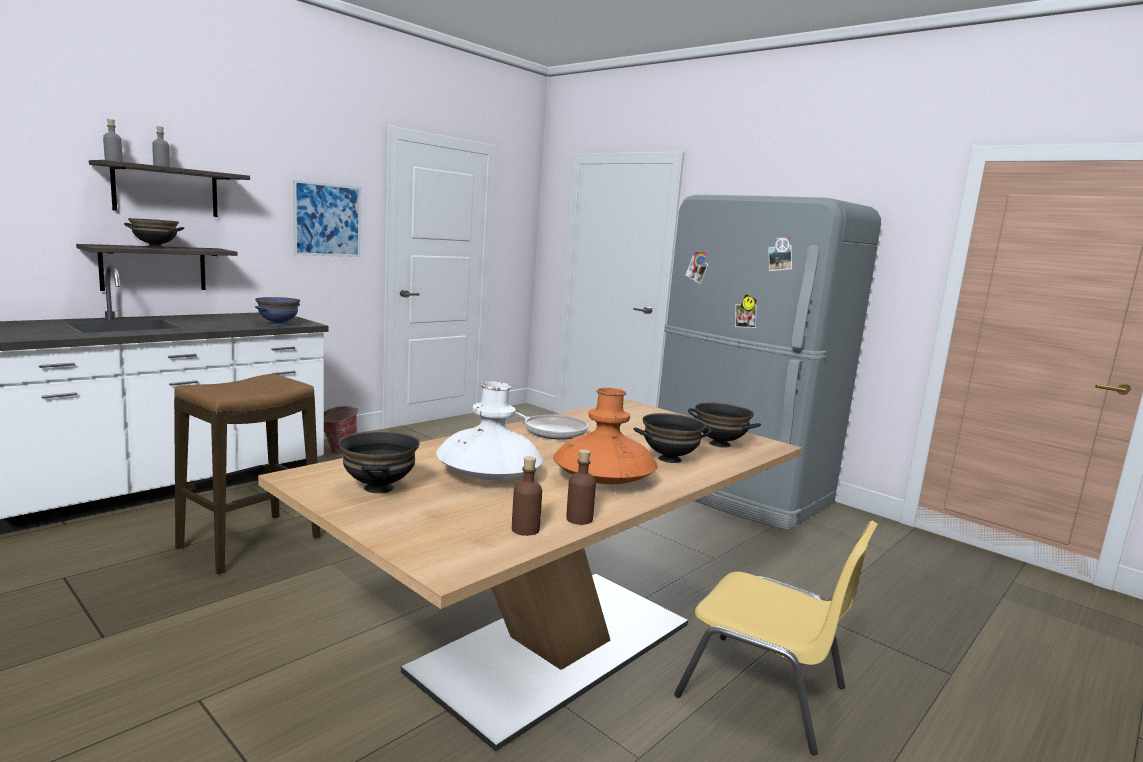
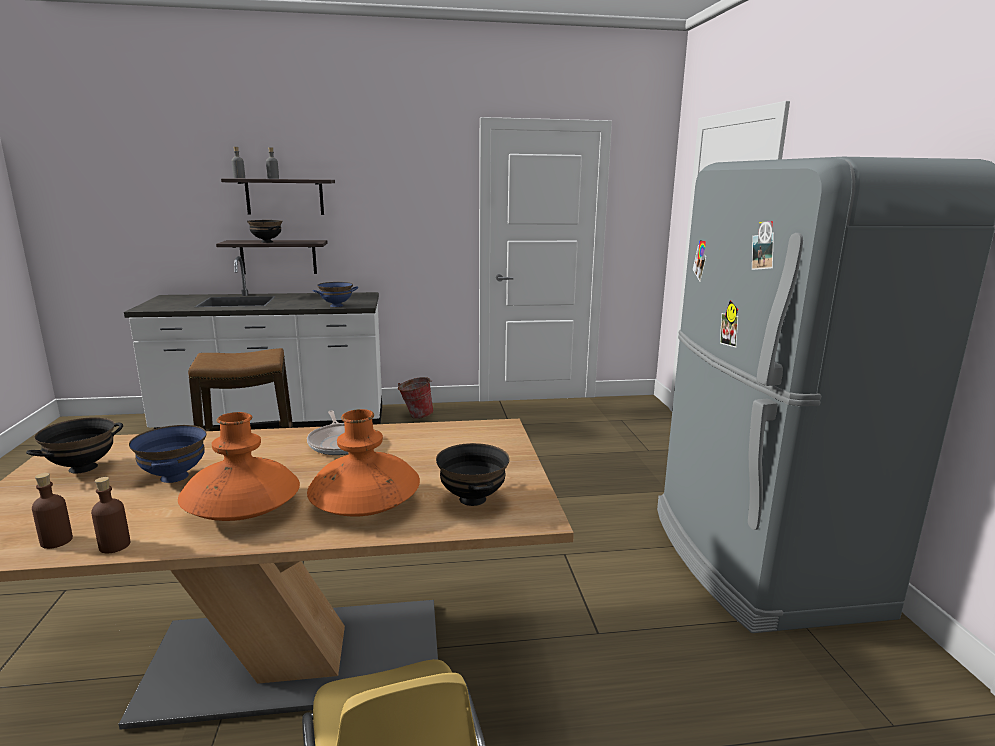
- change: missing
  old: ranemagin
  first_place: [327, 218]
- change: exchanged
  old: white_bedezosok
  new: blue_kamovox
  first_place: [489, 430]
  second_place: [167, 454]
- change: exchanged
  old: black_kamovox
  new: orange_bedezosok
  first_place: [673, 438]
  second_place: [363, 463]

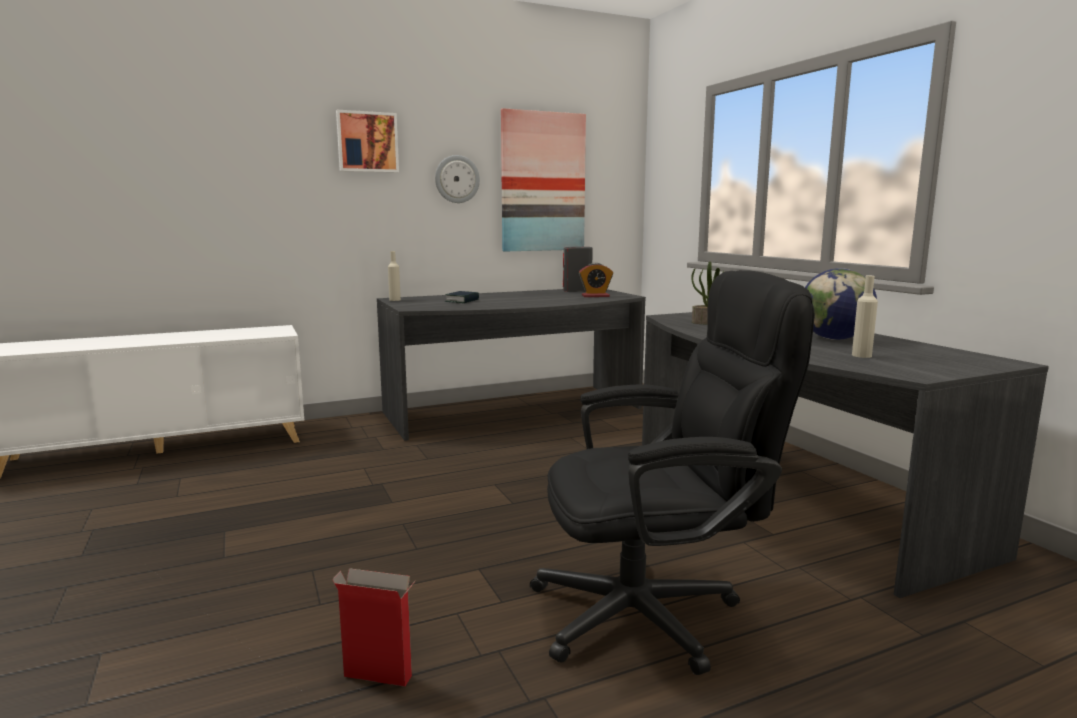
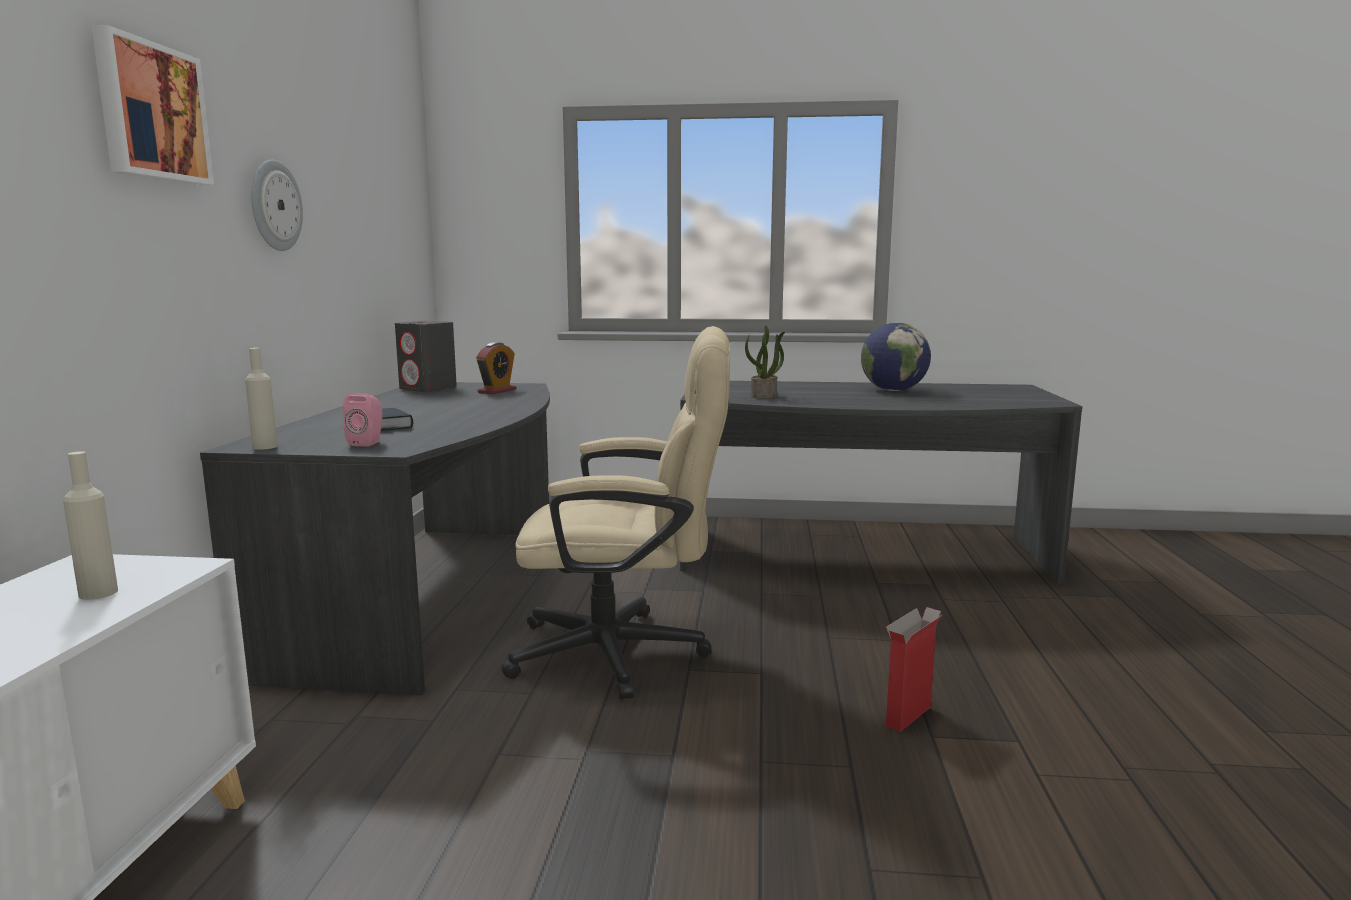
- change: relocated
  old: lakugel
  first_place: [373, 627]
  second_place: [914, 669]
- change: missing
  old: ranemagin
  first_place: [543, 180]
- change: missing
  old: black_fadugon
  first_place: [672, 472]
- change: relocated
  old: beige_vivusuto
  first_place: [865, 317]
  second_place: [90, 525]
- change: appeared
  new: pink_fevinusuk
  second_place: [362, 420]
- change: appeared
  new: beige_fadugon
  second_place: [615, 512]

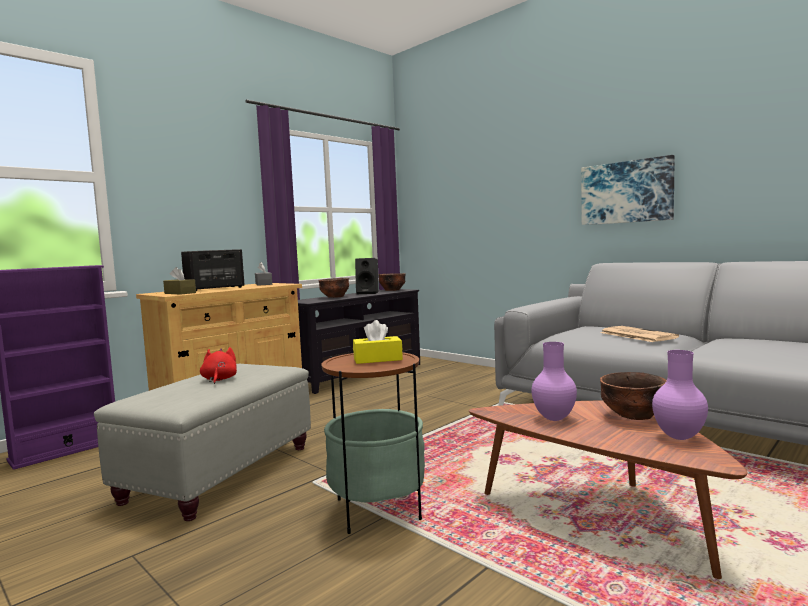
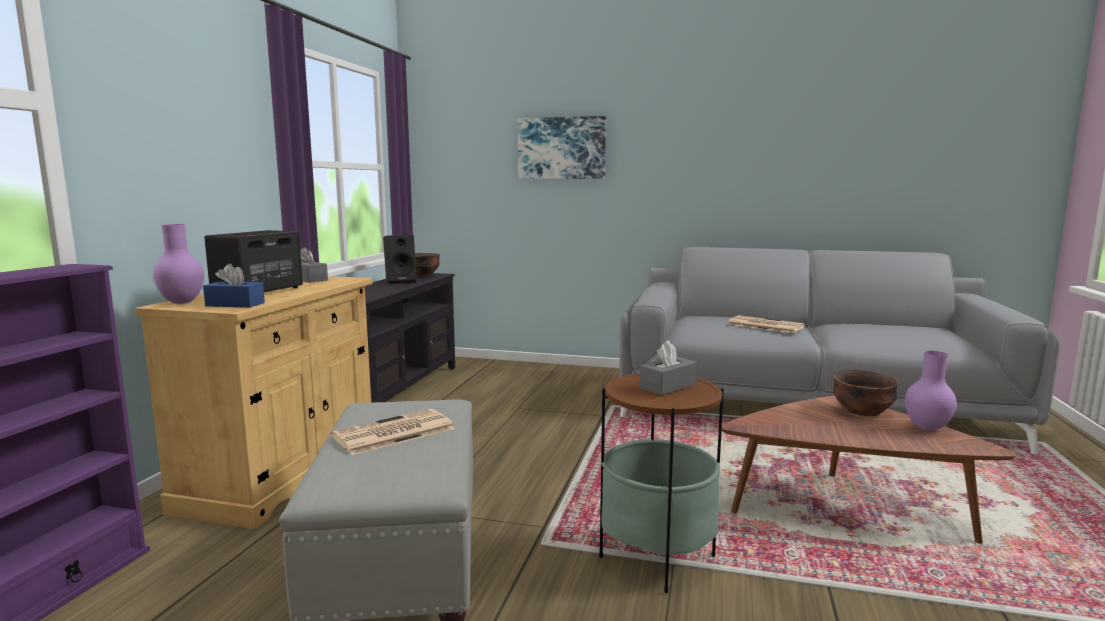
- change: colour
  old: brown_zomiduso
  new: blue_zomiduso
  first_place: [179, 280]
  second_place: [234, 285]
- change: exchanged
  old: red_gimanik
  new: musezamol
  first_place: [218, 365]
  second_place: [393, 432]
- change: missing
  old: brown_kamovox
  first_place: [334, 288]
- change: colour
  old: yellow_zomiduso
  new: grey_zomiduso
  first_place: [378, 342]
  second_place: [668, 368]
- change: relocated
  old: purple_bedezosok
  first_place: [554, 381]
  second_place: [178, 264]
- change: relocated
  old: ranemagin
  first_place: [628, 190]
  second_place: [562, 147]

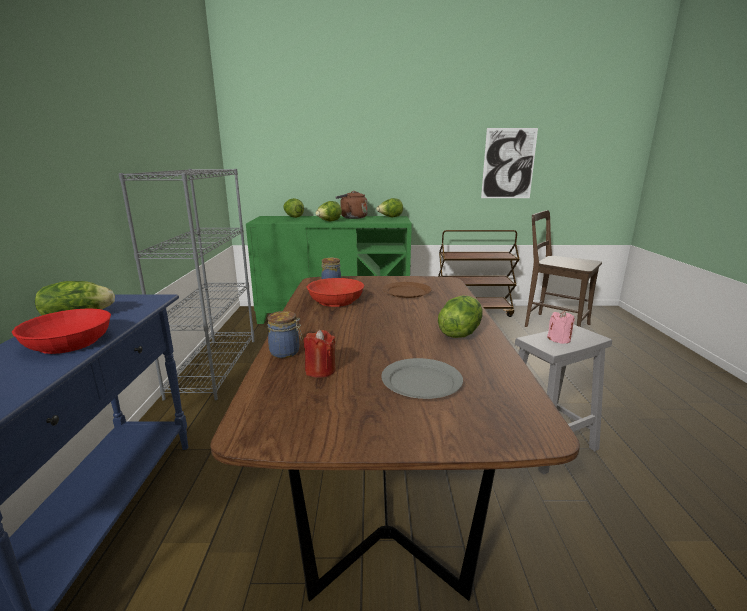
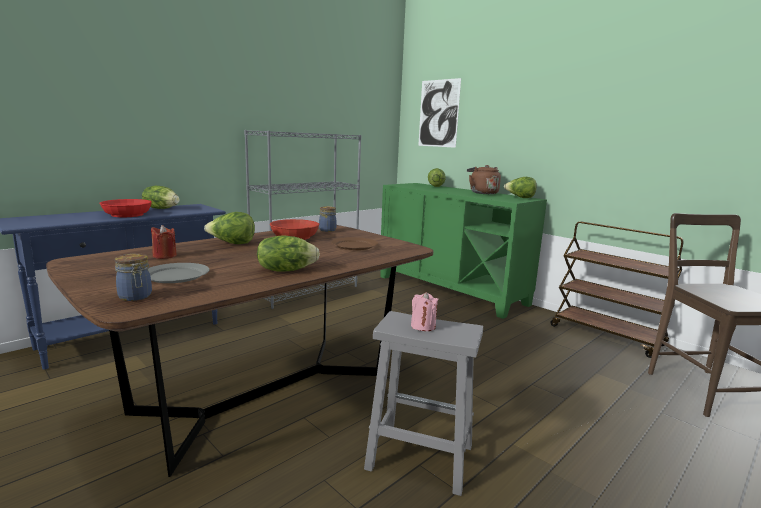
- change: relocated
  old: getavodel
  first_place: [285, 334]
  second_place: [133, 277]
- change: relocated
  old: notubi
  first_place: [329, 211]
  second_place: [229, 228]
- change: relocated
  old: ranemagin
  first_place: [509, 163]
  second_place: [439, 113]

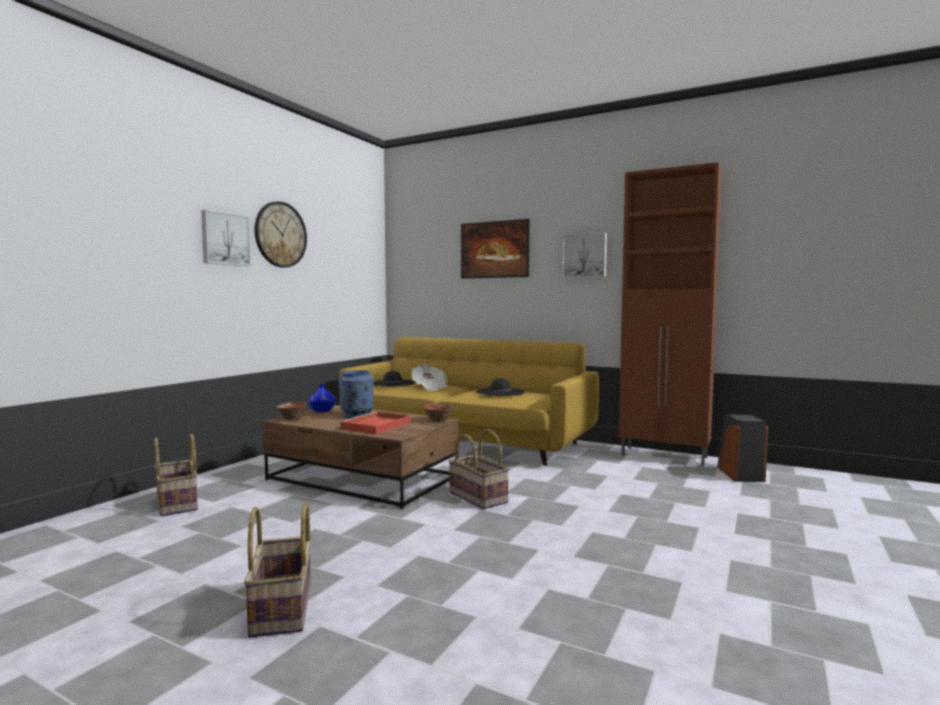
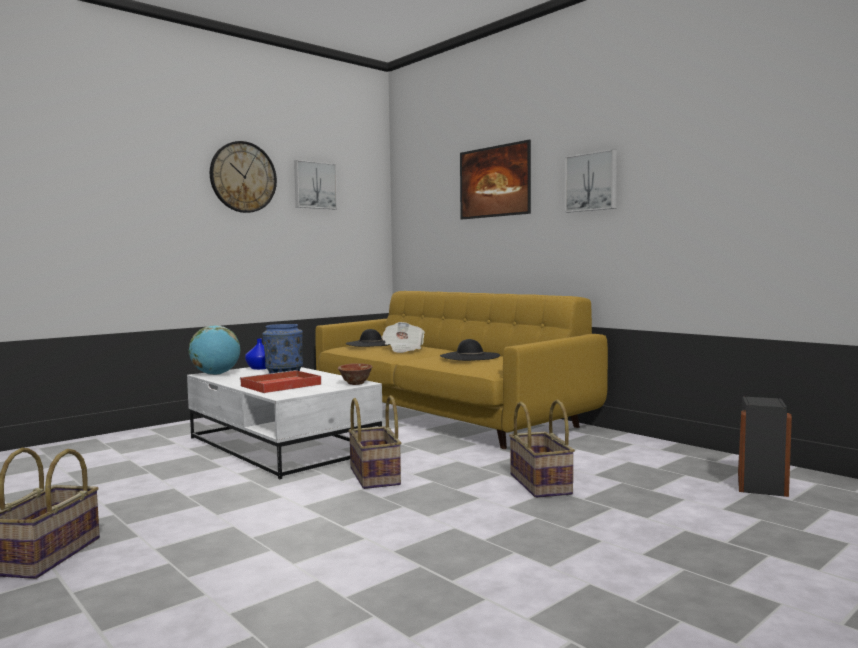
- change: relocated
  old: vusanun
  first_place: [176, 475]
  second_place: [542, 448]
- change: relocated
  old: ranemagin
  first_place: [226, 238]
  second_place: [315, 184]
- change: colour
  old: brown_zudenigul
  new: white_zudenigul
  first_place: [360, 457]
  second_place: [285, 423]
- change: exchanged
  old: kamovox
  new: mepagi
  first_place: [291, 411]
  second_place: [215, 350]
- change: missing
  old: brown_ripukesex
  first_place: [670, 314]

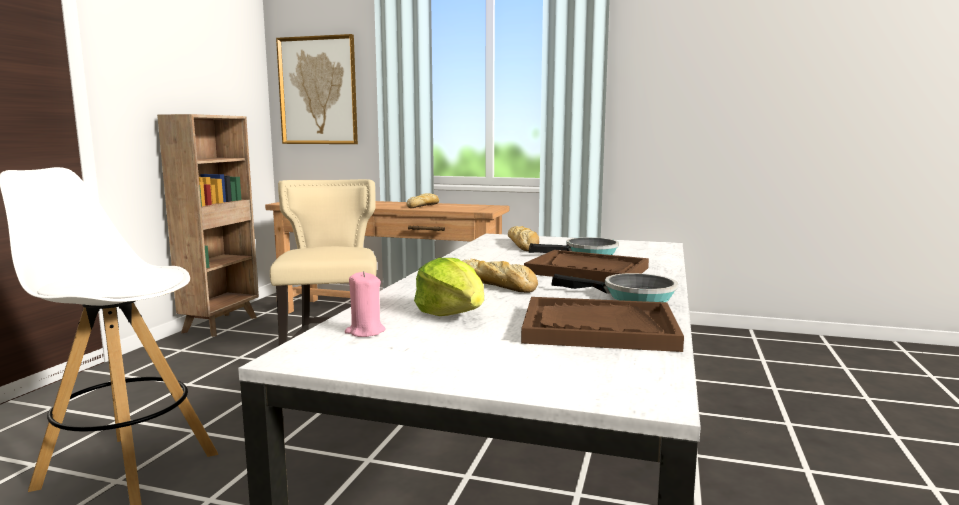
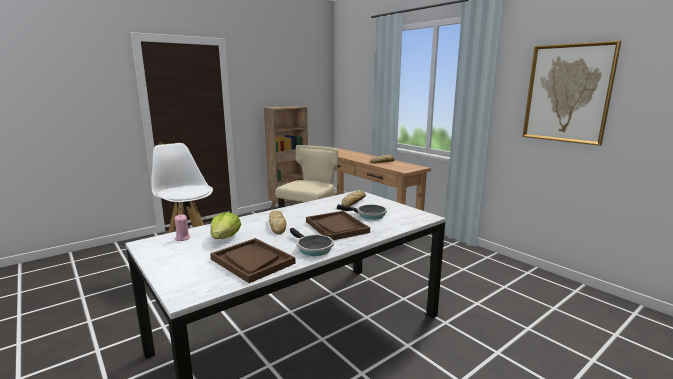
- change: relocated
  old: ranemagin
  first_place: [317, 89]
  second_place: [571, 93]

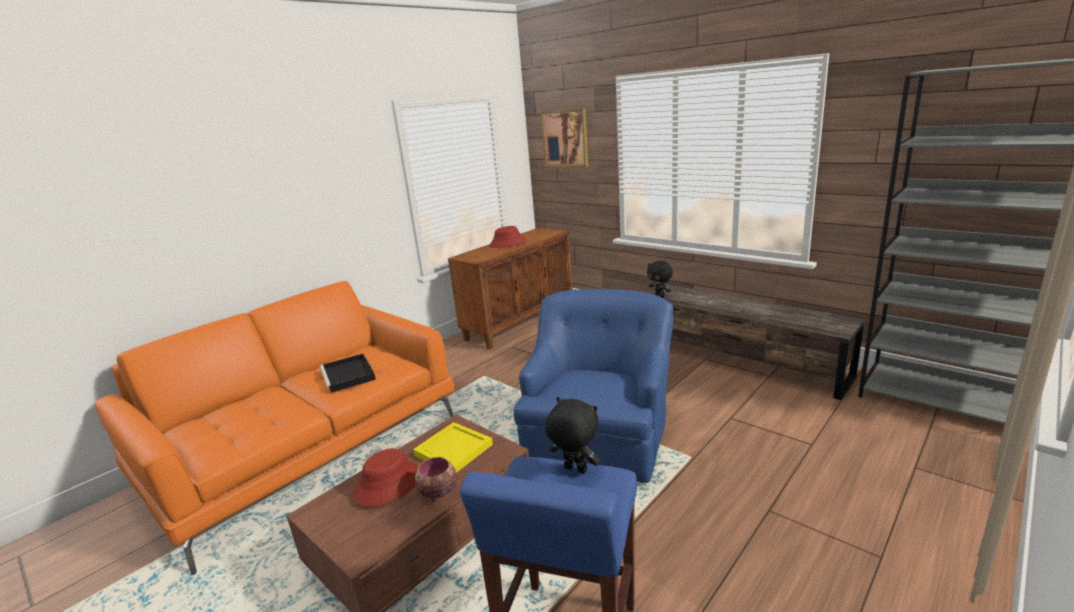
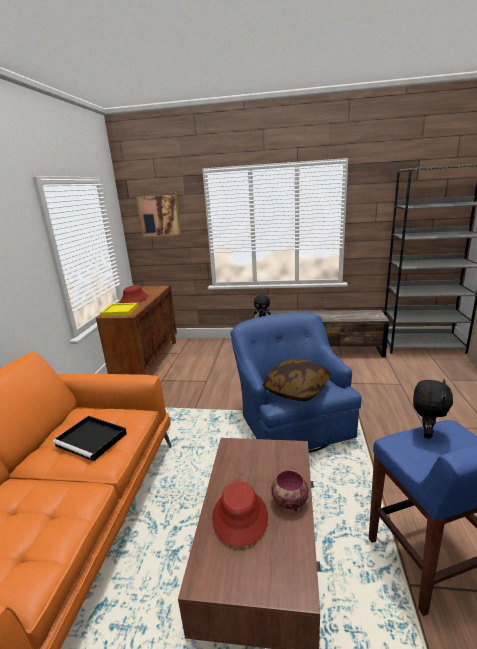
- change: relocated
  old: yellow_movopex
  first_place: [453, 447]
  second_place: [119, 309]
- change: spun
  old: black_gimanik
  first_place: [572, 435]
  second_place: [433, 409]
  degrees: 120
- change: appeared
  new: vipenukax
  second_place: [297, 380]

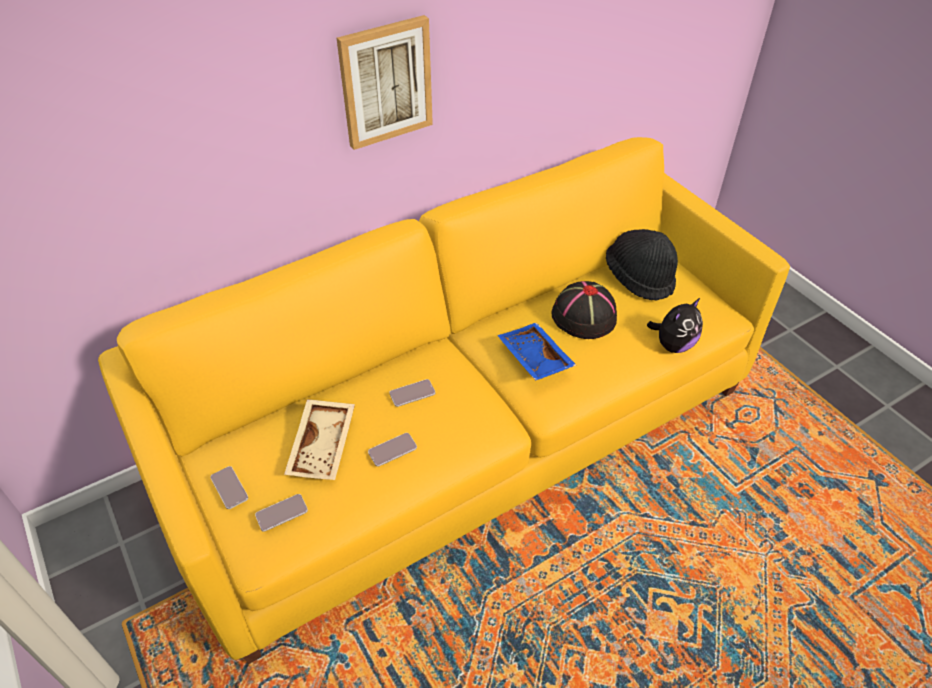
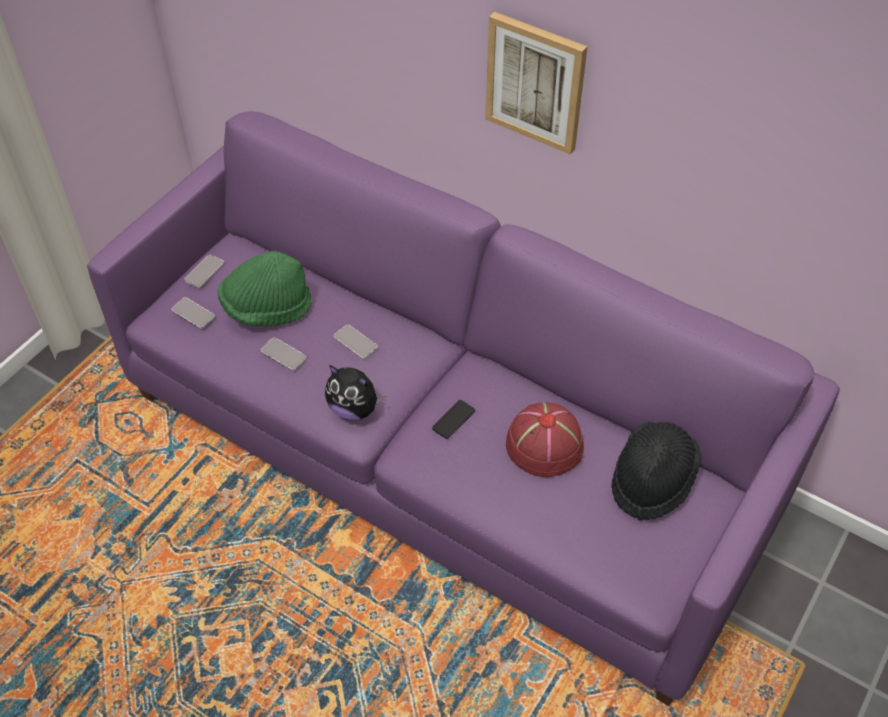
- change: colour
  old: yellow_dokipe
  new: purple_dokipe
  first_place: [444, 400]
  second_place: [463, 408]
- change: exchanged
  old: beige_movopex
  new: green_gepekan
  first_place: [319, 439]
  second_place: [264, 289]
- change: exchanged
  old: blue_movopex
  new: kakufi
  first_place: [537, 352]
  second_place: [453, 419]
- change: colour
  old: black_gepekan
  new: red_gepekan
  first_place: [584, 310]
  second_place: [545, 439]
- change: relocated
  old: gimanik
  first_place: [675, 325]
  second_place: [355, 393]

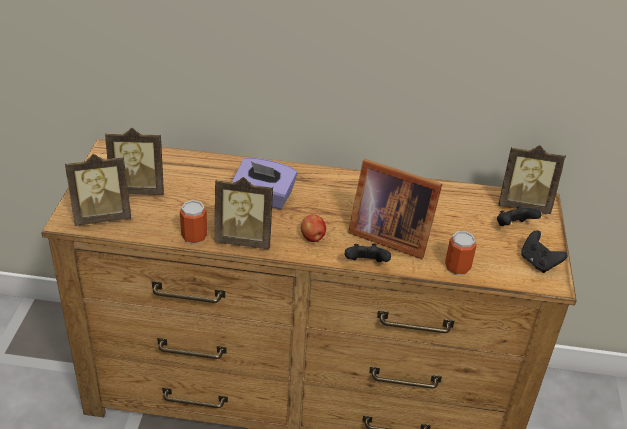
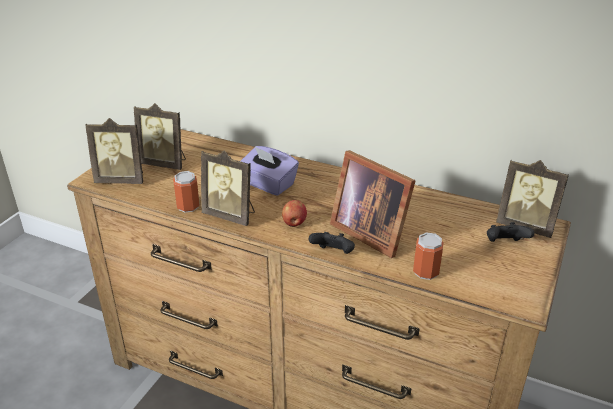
- change: missing
  old: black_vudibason
  first_place: [544, 251]

